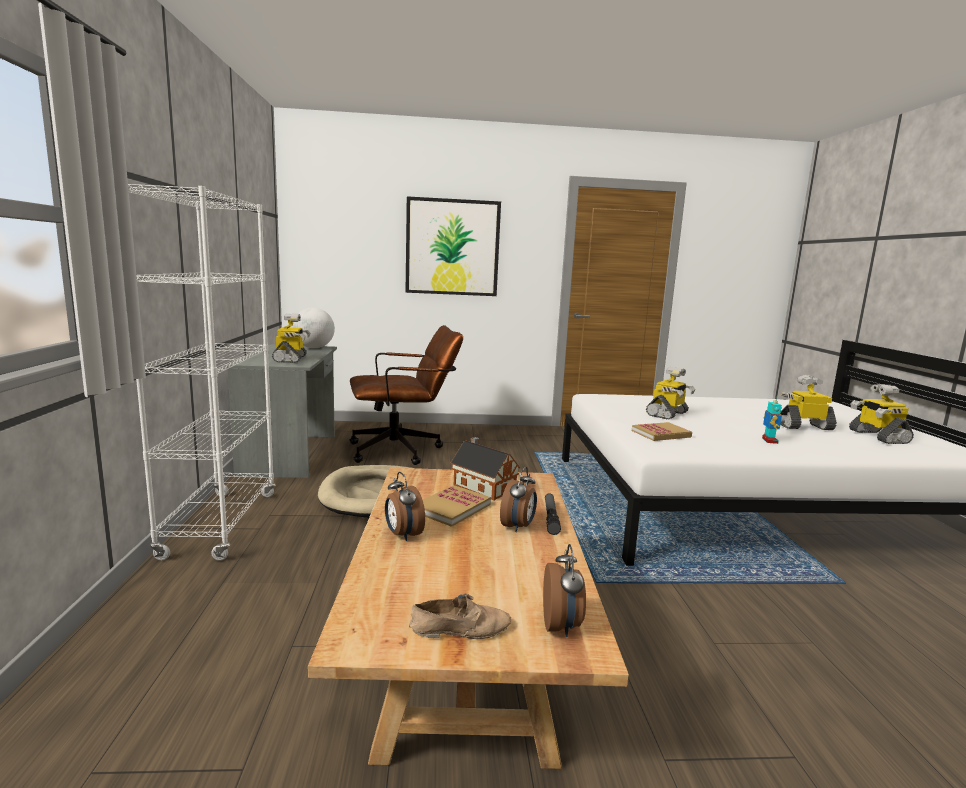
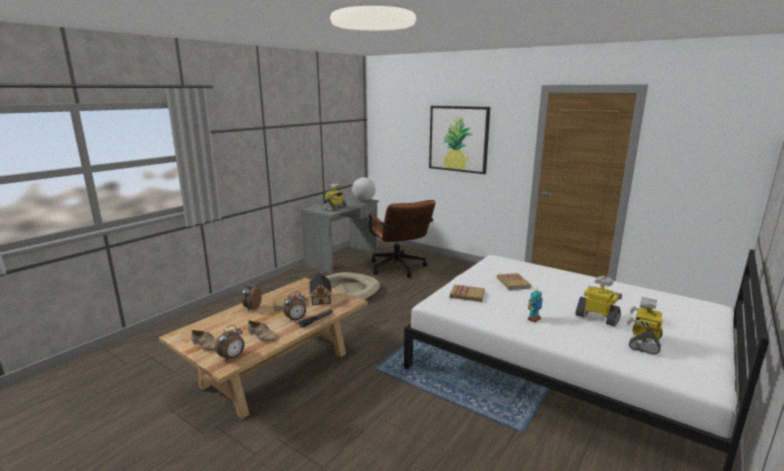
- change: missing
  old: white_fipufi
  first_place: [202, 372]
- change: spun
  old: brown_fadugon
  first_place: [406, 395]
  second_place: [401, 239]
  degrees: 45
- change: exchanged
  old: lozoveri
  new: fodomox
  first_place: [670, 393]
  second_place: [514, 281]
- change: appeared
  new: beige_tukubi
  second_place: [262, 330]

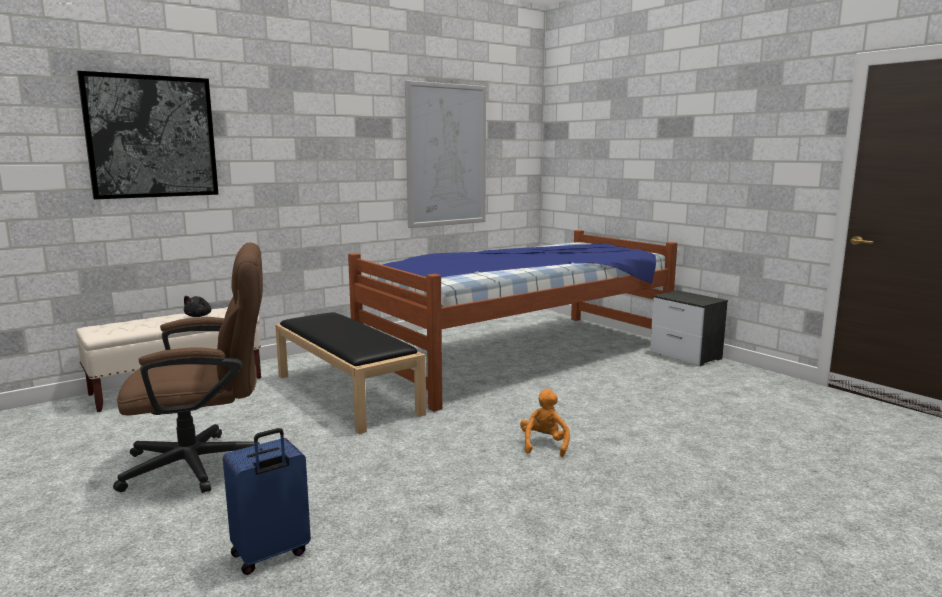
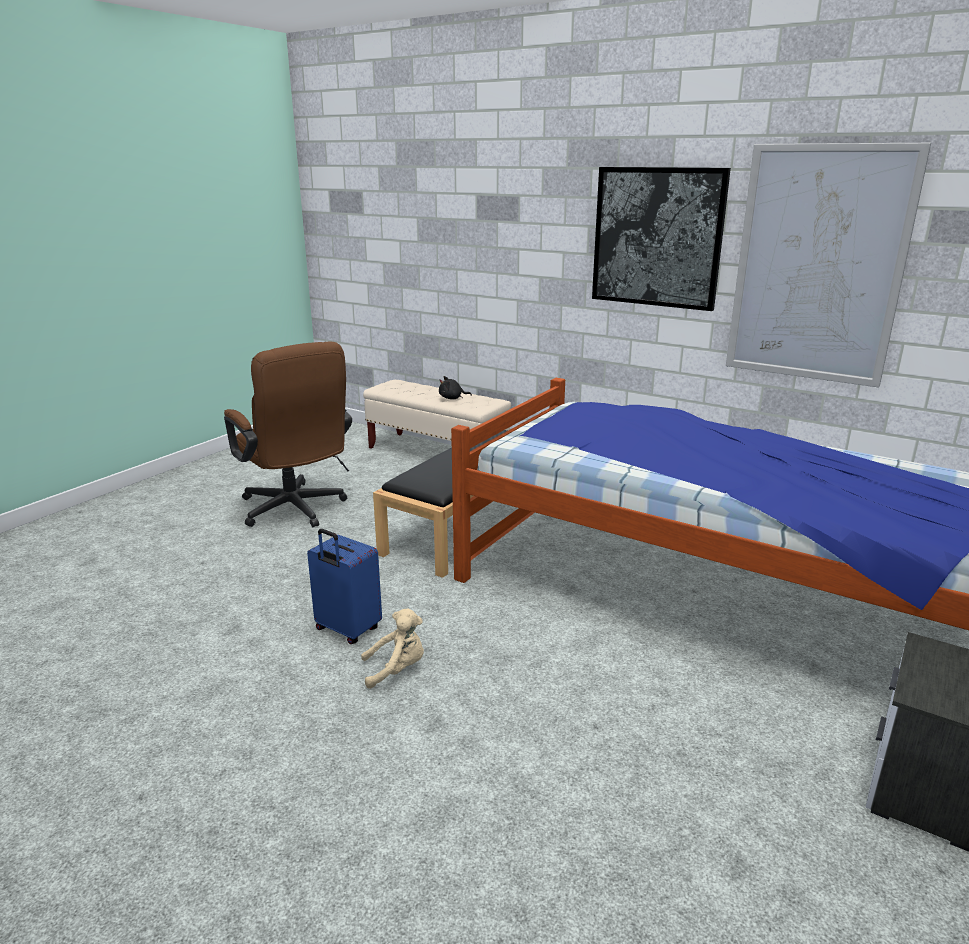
- change: relocated
  old: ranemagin
  first_place: [147, 135]
  second_place: [661, 239]
- change: relocated
  old: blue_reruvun
  first_place: [267, 501]
  second_place: [344, 586]
- change: colour
  old: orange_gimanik
  new: beige_gimanik
  first_place: [545, 423]
  second_place: [392, 649]

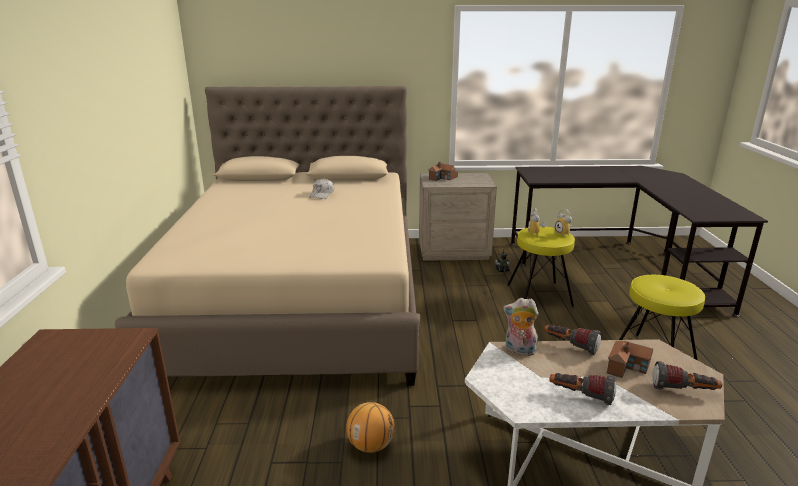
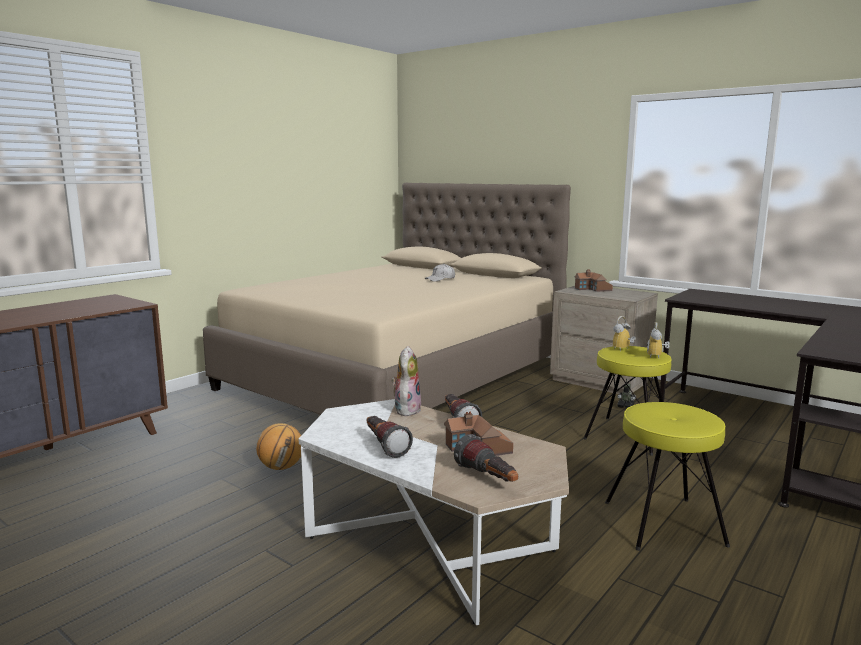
- change: spun
  old: gimanik
  first_place: [521, 327]
  second_place: [406, 381]
  degrees: 45

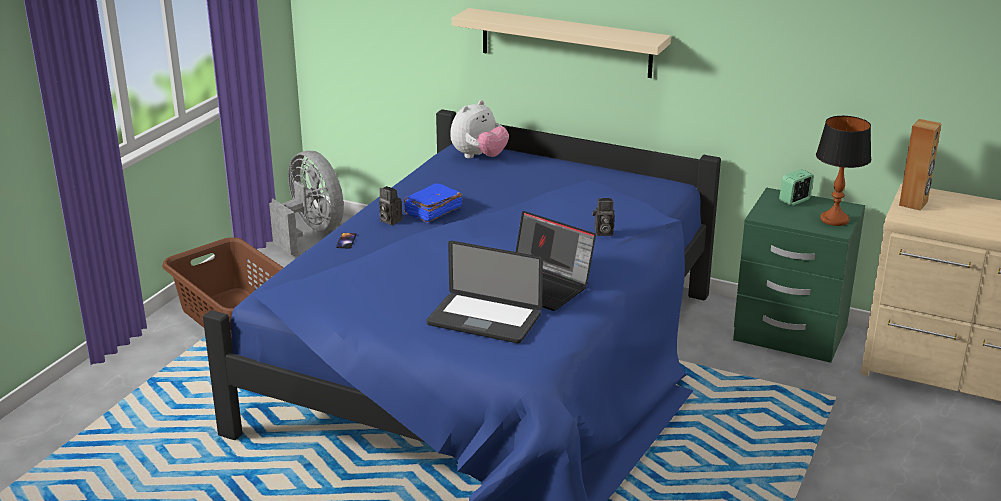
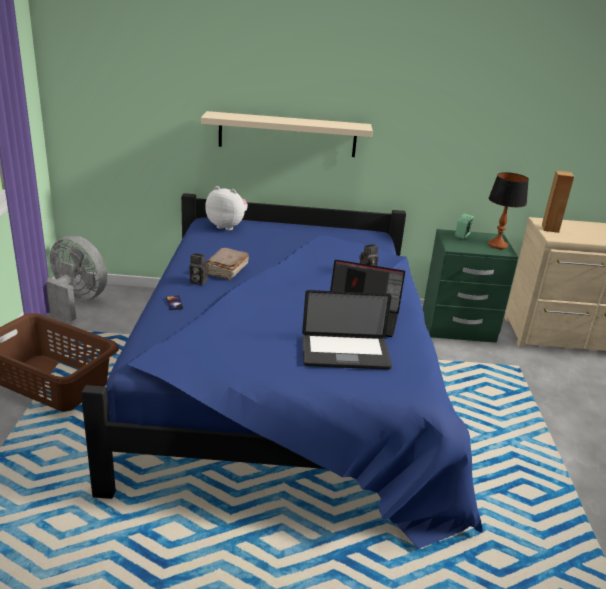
- change: colour
  old: blue_fodomox
  new: brown_fodomox
  first_place: [433, 203]
  second_place: [227, 264]
- change: spun
  old: gimanik
  first_place: [479, 129]
  second_place: [226, 208]
  degrees: -90

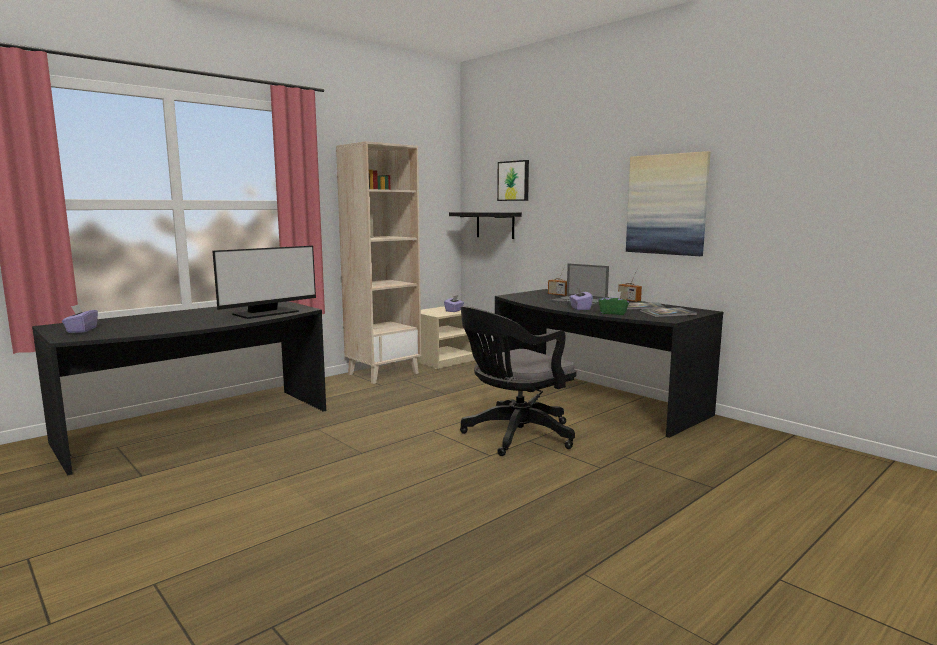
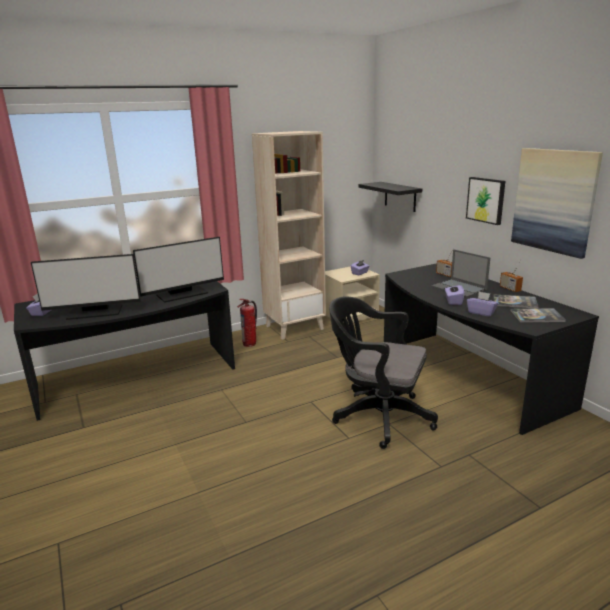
- change: spun
  old: black_fadugon
  first_place: [518, 381]
  second_place: [383, 372]
  degrees: 45
- change: relocated
  old: ranemagin
  first_place: [513, 180]
  second_place: [485, 201]
- change: colour
  old: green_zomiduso
  new: purple_zomiduso
  first_place: [613, 303]
  second_place: [482, 304]
- change: appeared
  new: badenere
  second_place: [86, 287]
- change: appeared
  new: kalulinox
  second_place: [247, 323]

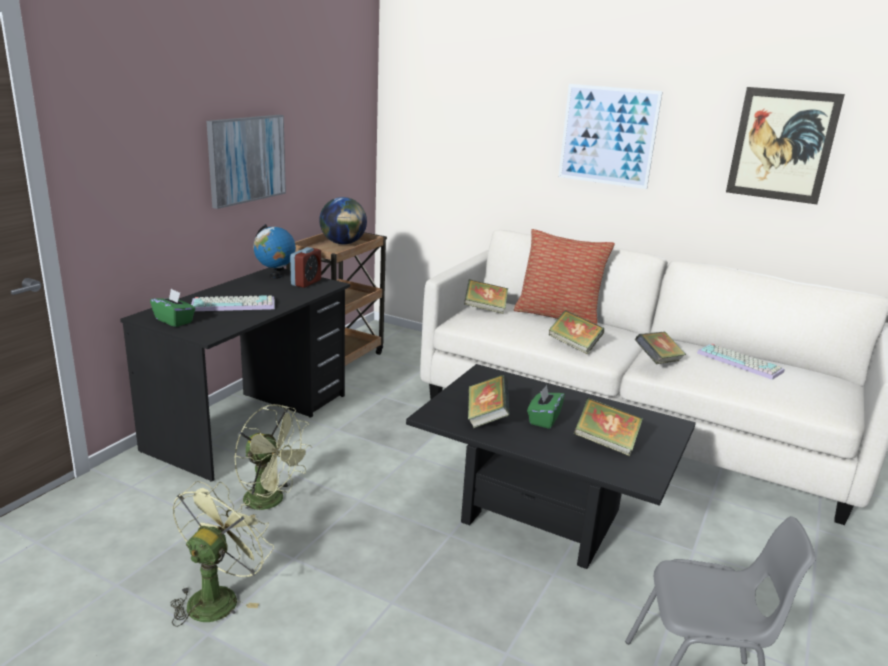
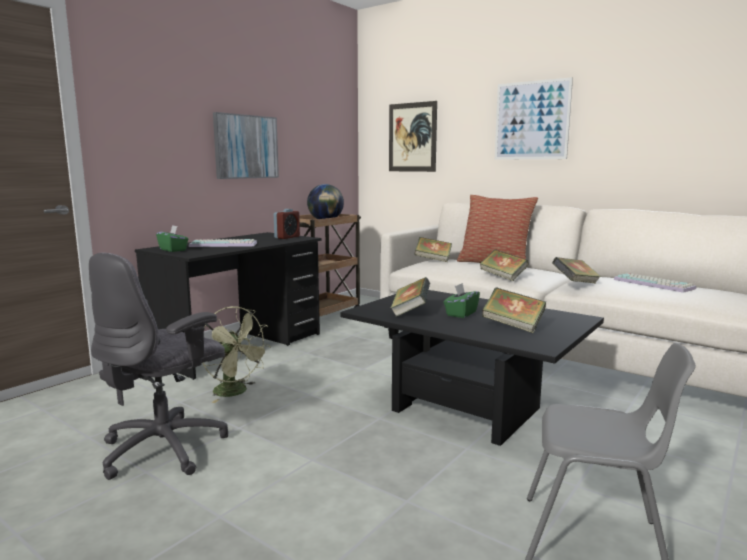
- change: exchanged
  old: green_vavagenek
  new: grey_fadugon
  first_place: [222, 554]
  second_place: [158, 366]
- change: missing
  old: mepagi
  first_place: [274, 251]
- change: relocated
  old: ranemagin
  first_place: [785, 145]
  second_place: [413, 136]

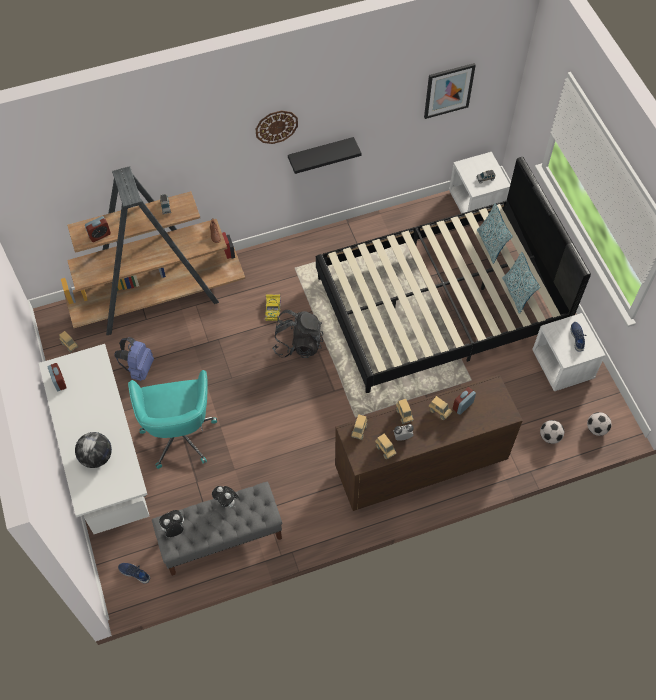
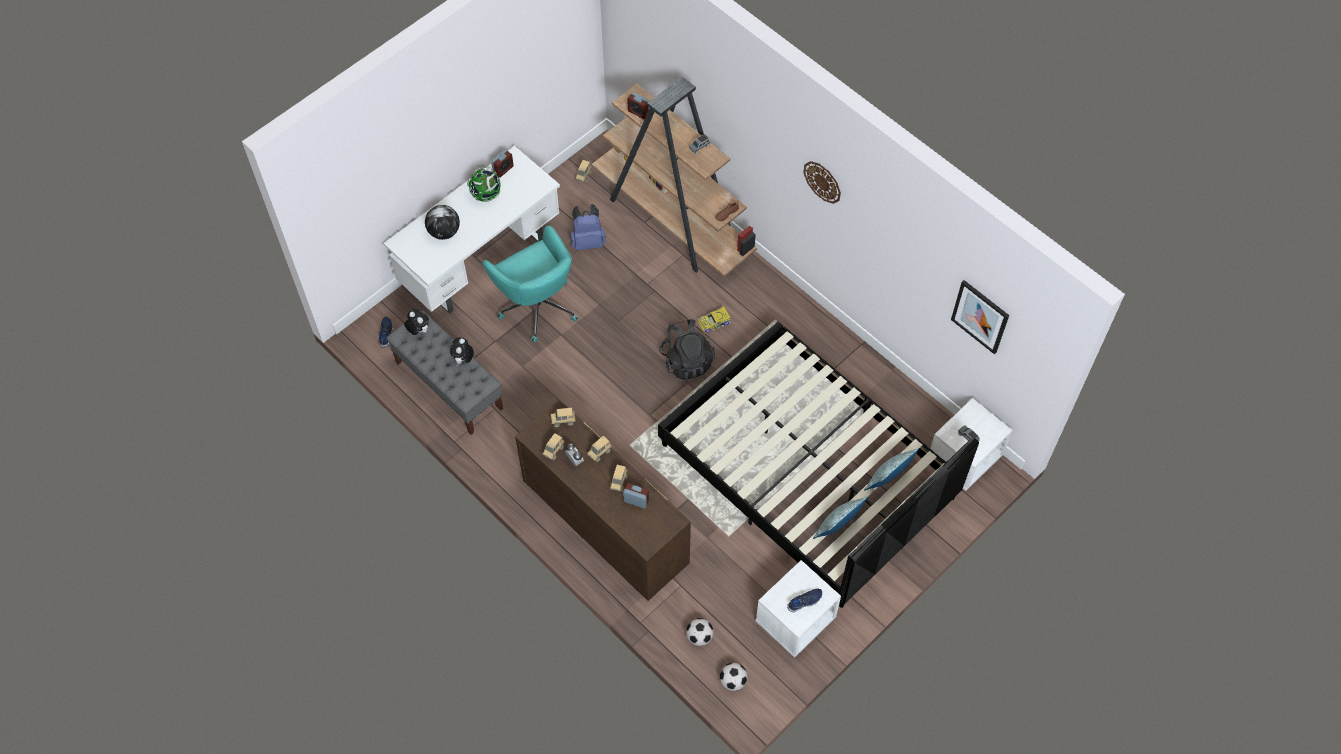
- change: spun
  old: turquoise_fadugon
  first_place: [172, 419]
  second_place: [530, 284]
  degrees: -90
- change: missing
  old: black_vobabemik
  first_place: [325, 155]
- change: appeared
  new: mepagi
  second_place: [484, 183]

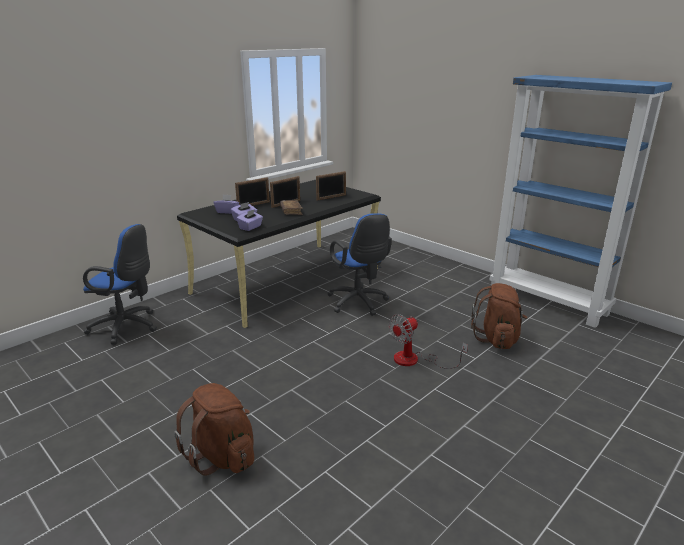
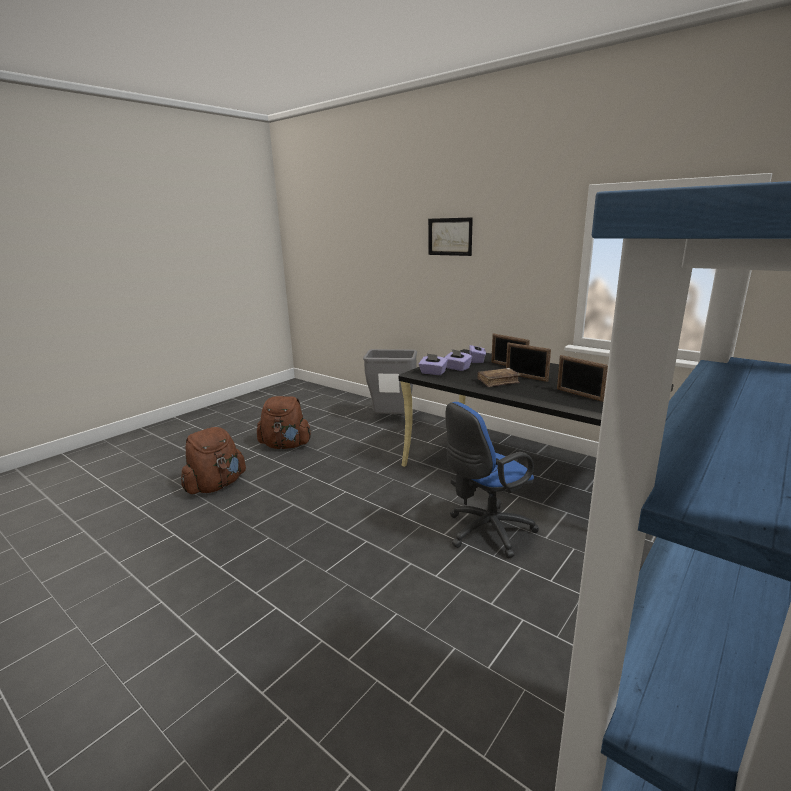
- change: exchanged
  old: blue_fadugon
  new: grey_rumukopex
  first_place: [120, 284]
  second_place: [390, 381]
- change: missing
  old: vavagenek
  first_place: [428, 341]
- change: relocated
  old: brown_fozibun
  first_place: [499, 316]
  second_place: [284, 422]
- change: appeared
  new: ranemagin
  second_place: [450, 236]

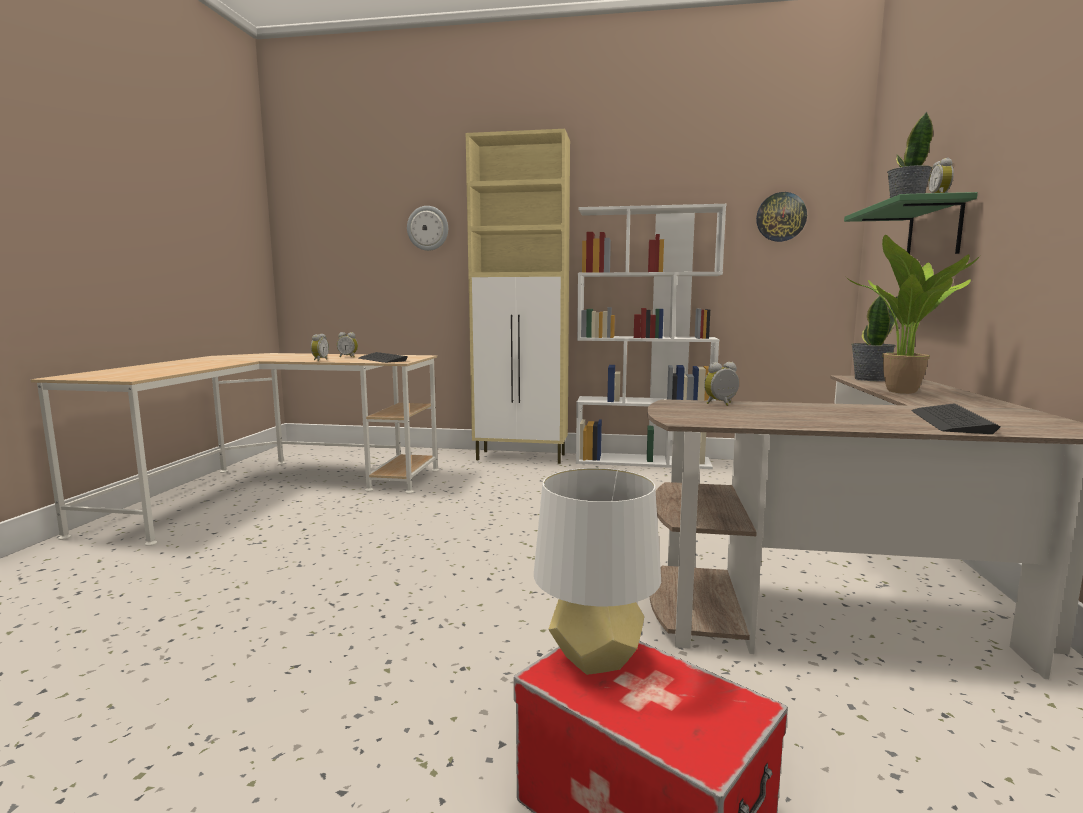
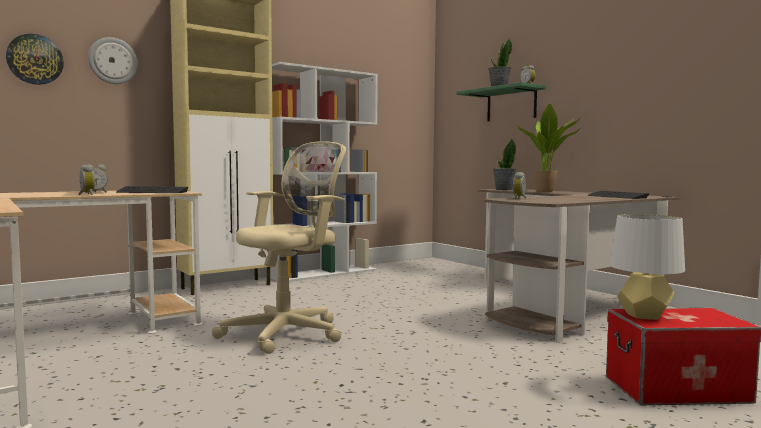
- change: relocated
  old: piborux
  first_place: [781, 217]
  second_place: [35, 59]
- change: appeared
  new: beige_fadugon
  second_place: [279, 247]

